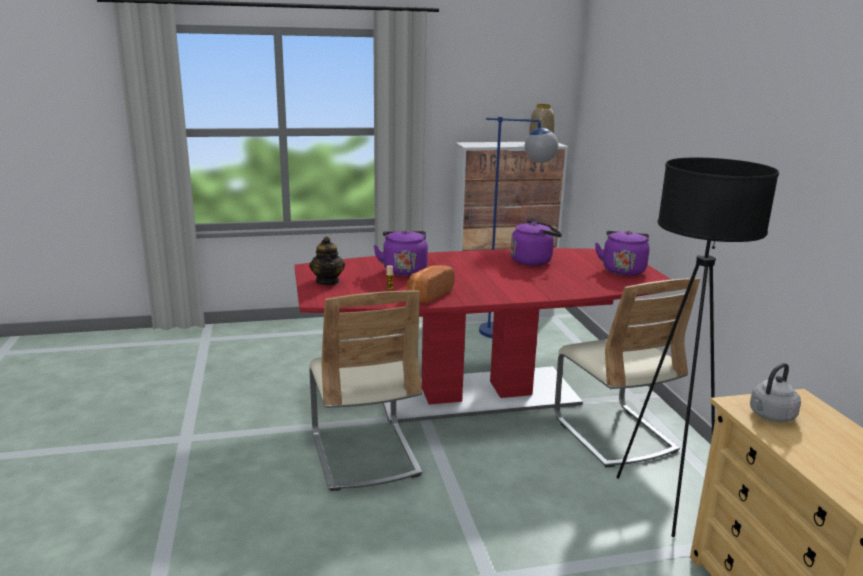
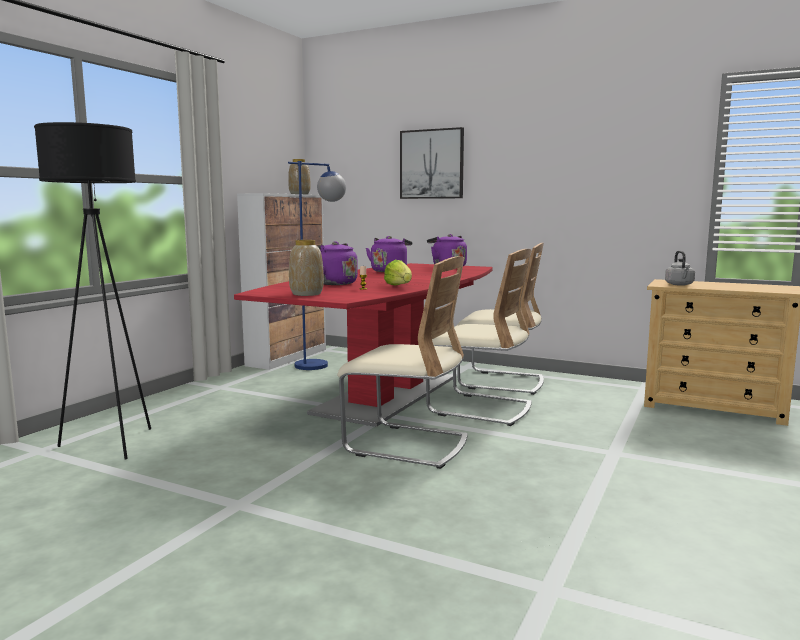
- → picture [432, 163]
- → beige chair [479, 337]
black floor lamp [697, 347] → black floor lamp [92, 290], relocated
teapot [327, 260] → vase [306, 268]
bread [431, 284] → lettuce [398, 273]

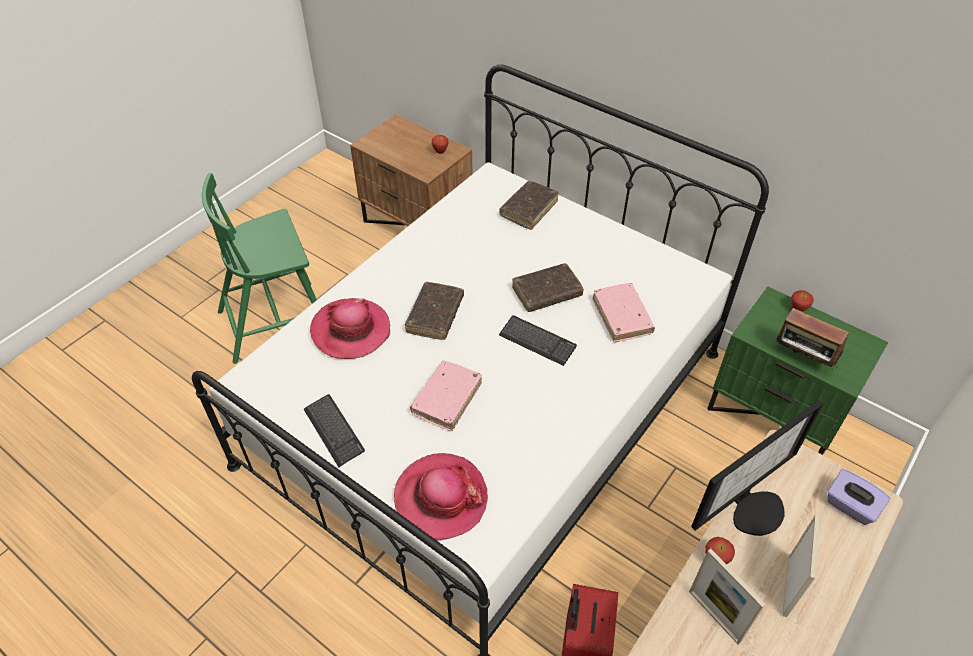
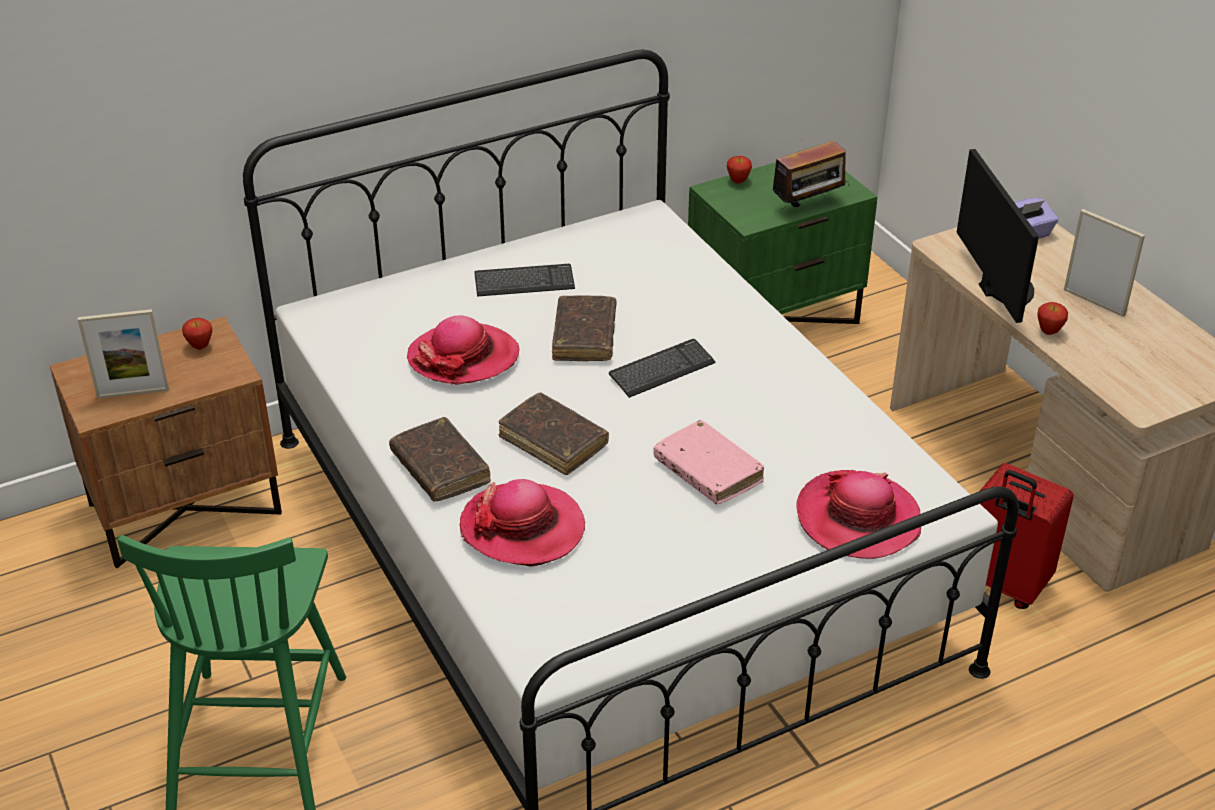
pink book [623, 313] → -
- → hat [463, 350]
keyboard [334, 430] → keyboard [524, 280], relocated
brown book [529, 205] → brown book [440, 459], relocated
picture frame [727, 596] → picture frame [123, 354], relocated

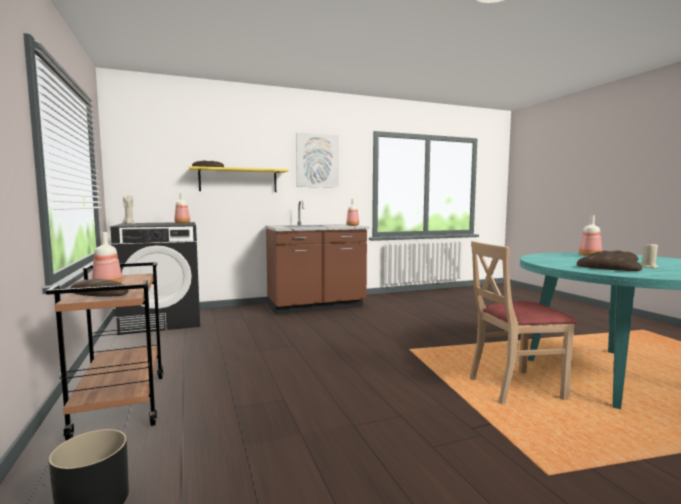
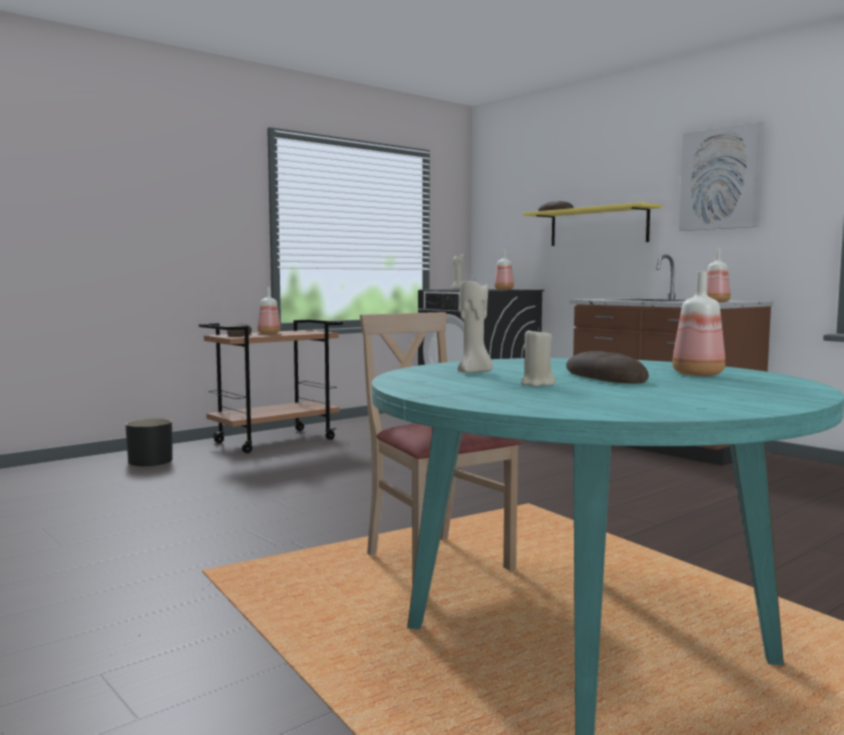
bread [609, 263] → beige candle [475, 327]

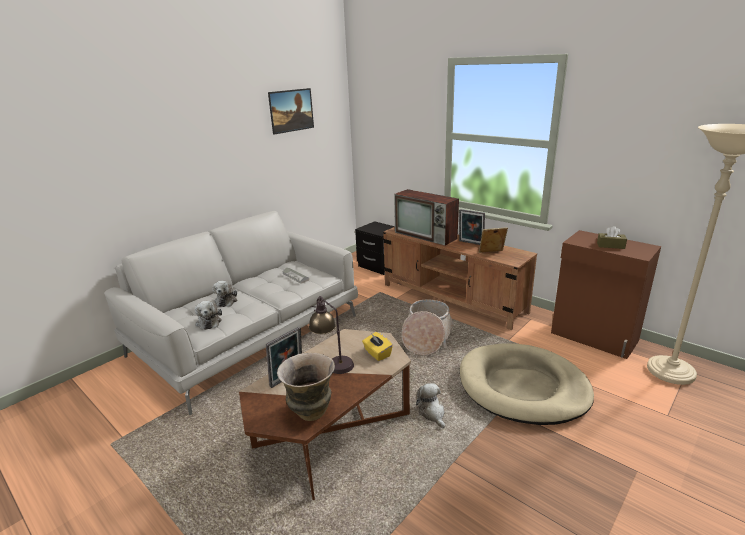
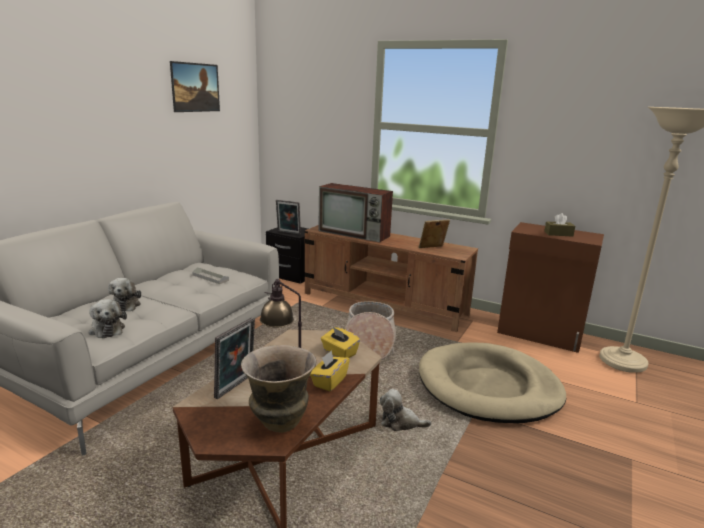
- → yellow tissue box [330, 370]
picture frame [472, 227] → picture frame [288, 217], relocated
plush toy [430, 405] → plush toy [405, 410], 45 degrees counterclockwise

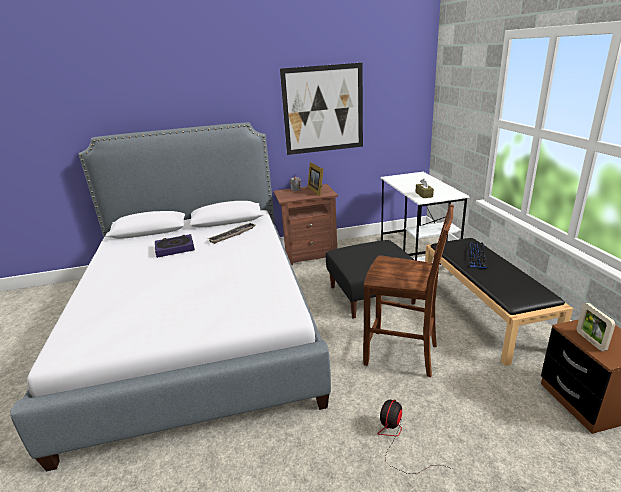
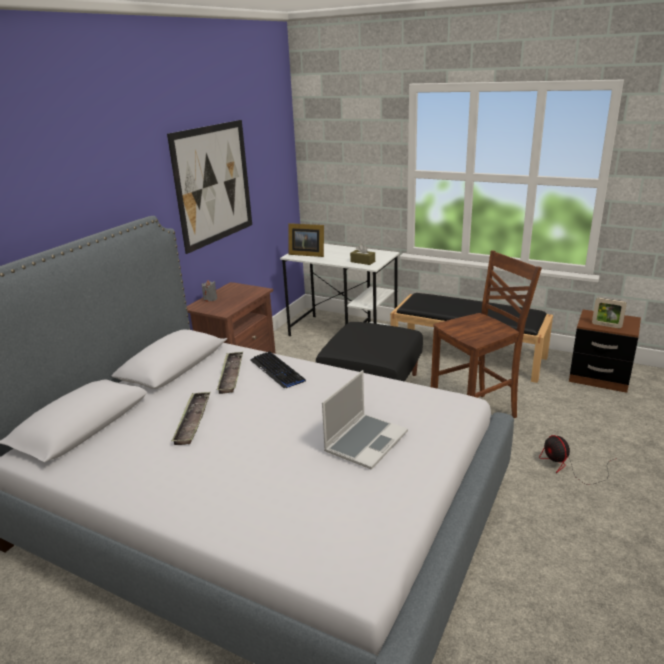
- → laptop [365, 420]
picture frame [315, 179] → picture frame [306, 240], relocated
keyboard [476, 255] → keyboard [278, 369], relocated
book [175, 246] → tray [191, 418]

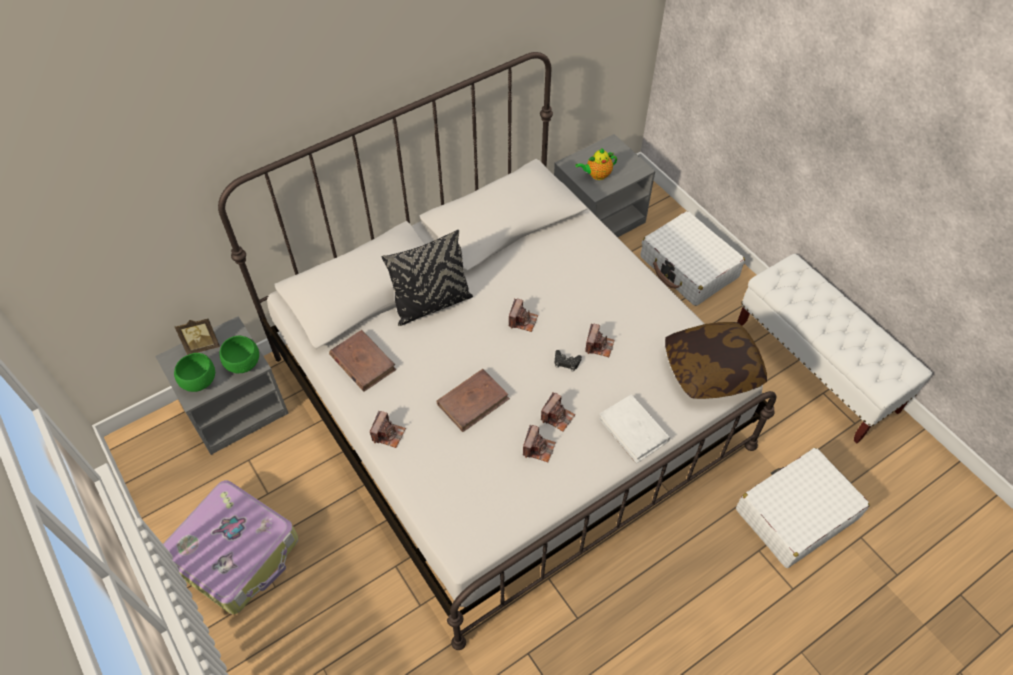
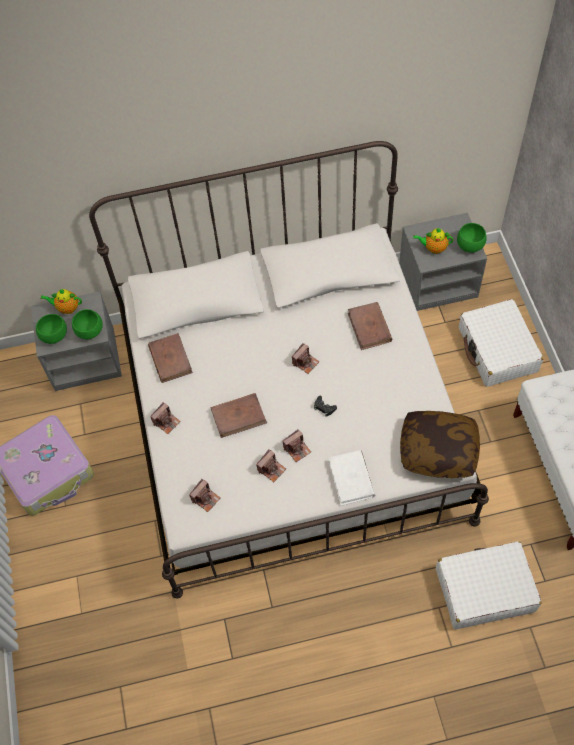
black pillow [427, 278] → -
- → brown book [370, 326]
- → green bowl [471, 238]
photo camera [599, 340] → photo camera [204, 495], relocated
picture frame [197, 337] → teapot [61, 301]

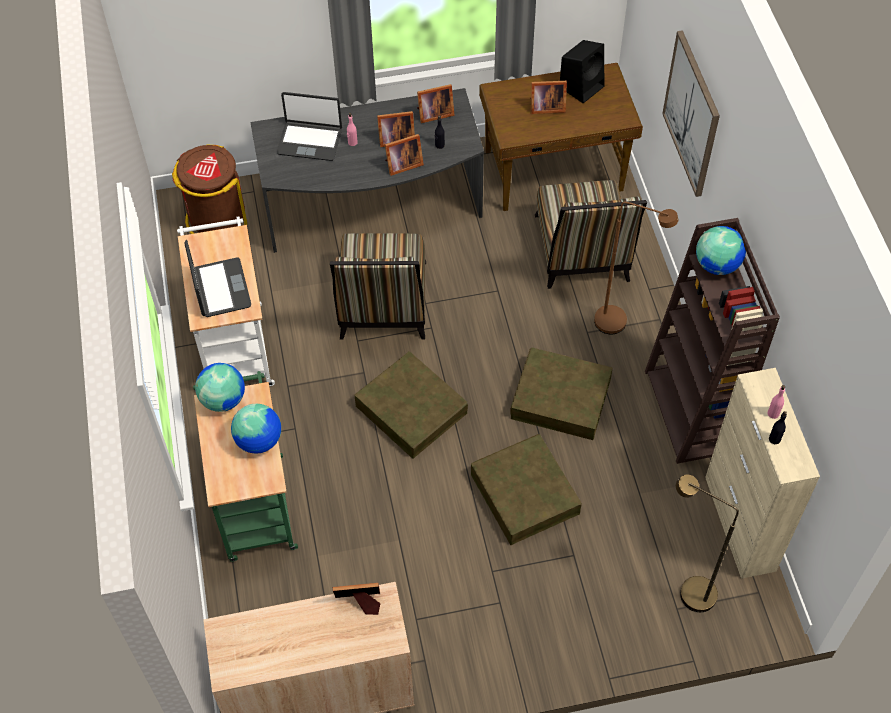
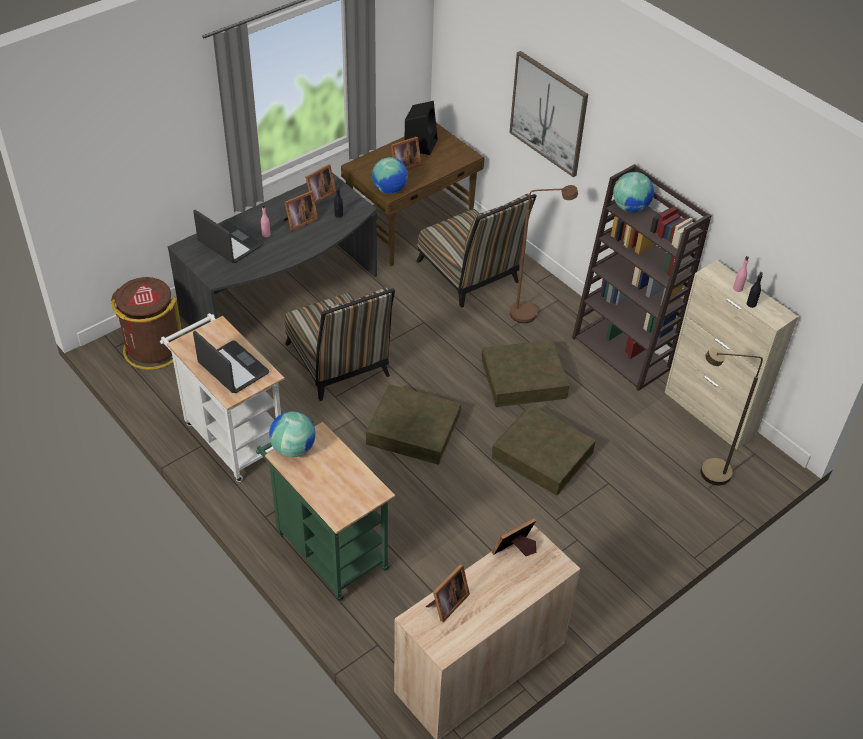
globe [256, 428] → globe [390, 175], relocated
picture frame [404, 155] → picture frame [448, 593], relocated
laptop [309, 126] → laptop [227, 236], 120 degrees counterclockwise

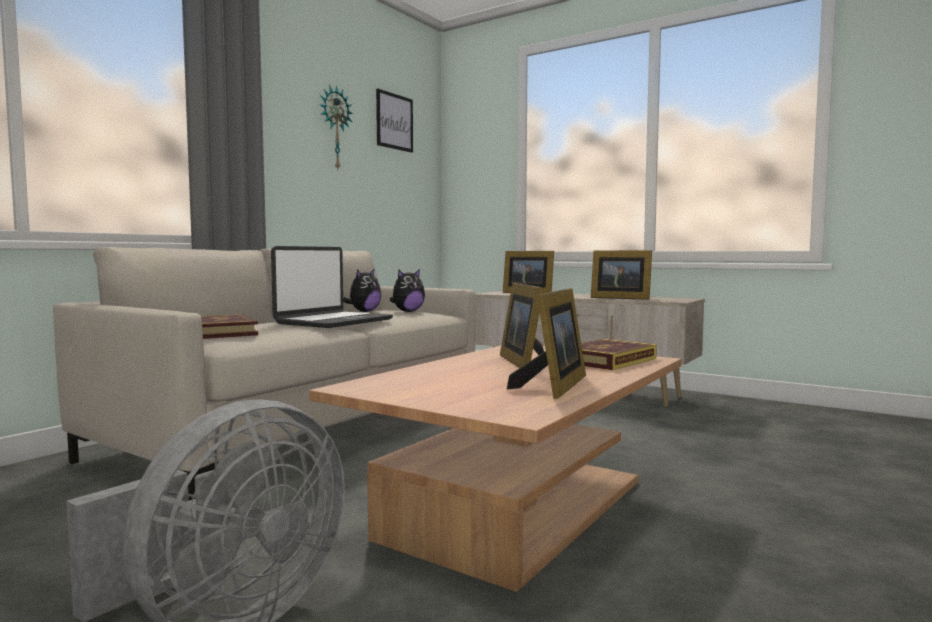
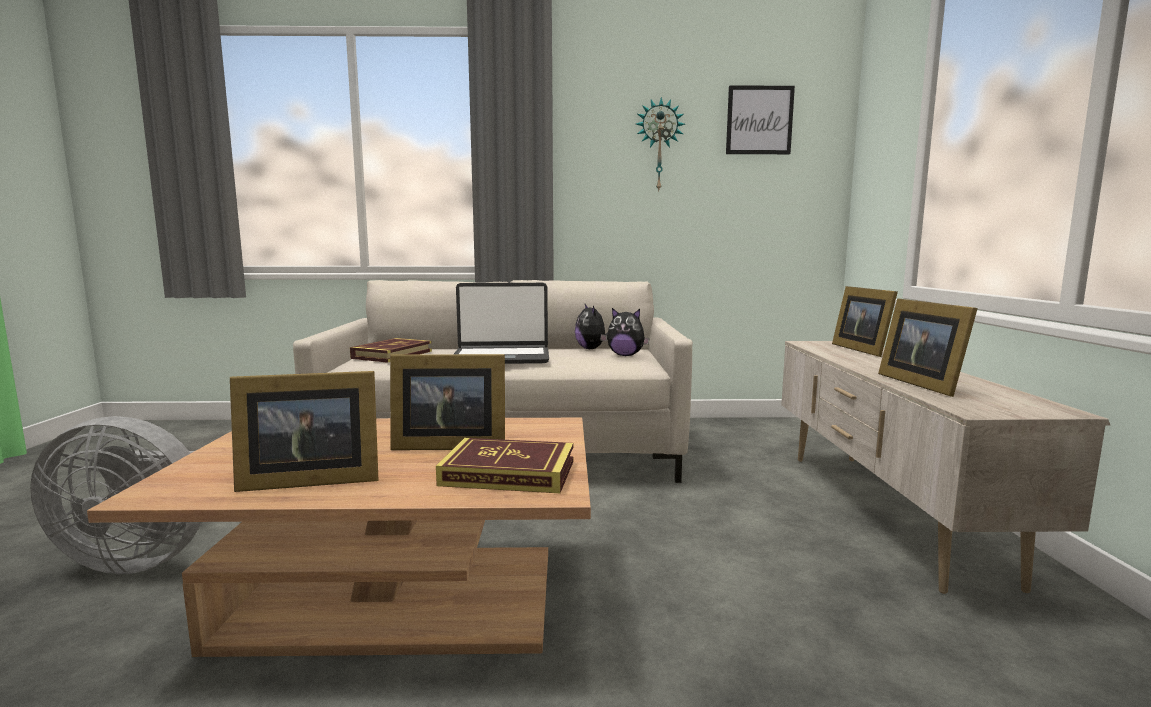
plush toy [362, 290] → plush toy [591, 326], 75 degrees clockwise
picture frame [522, 325] → picture frame [447, 402], 135 degrees counterclockwise

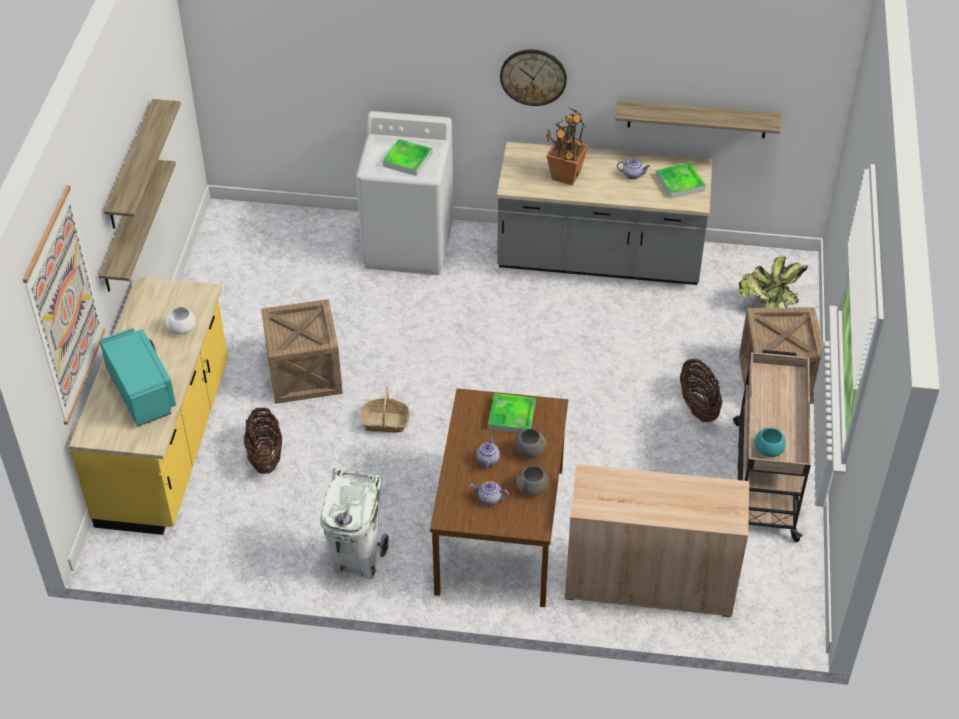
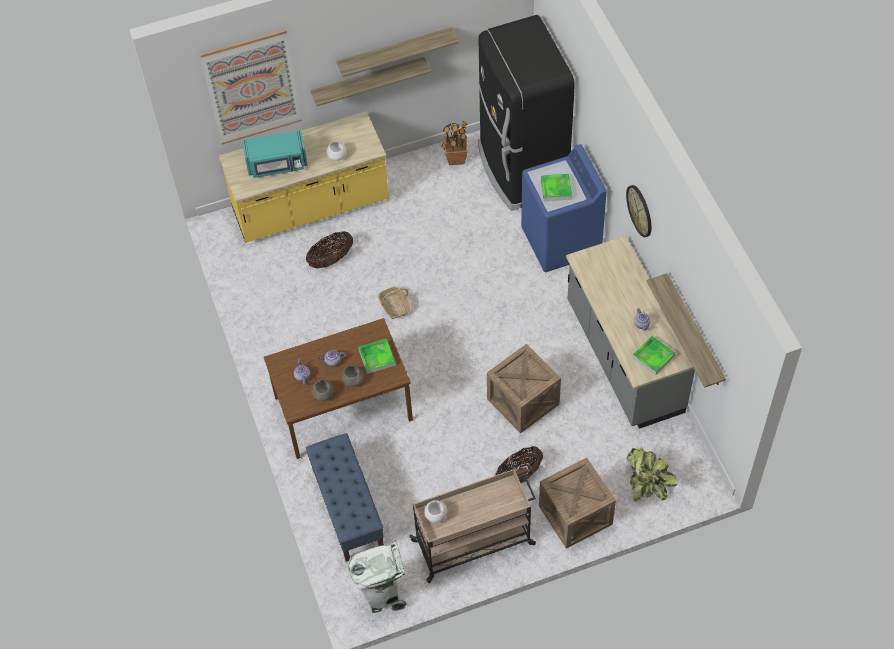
- → black fridge [526, 113]
crate [302, 351] → crate [524, 388], relocated
white trash can [354, 523] → white trash can [377, 577], relocated
potted plant [567, 146] → potted plant [455, 143], relocated
beige cabinet [657, 540] → blue bench [345, 497]
white washing machine [405, 193] → blue washing machine [564, 208]
turquoise bowl [770, 442] → white bowl [435, 511]
turquoise microwave [137, 377] → turquoise microwave [275, 154], 45 degrees clockwise

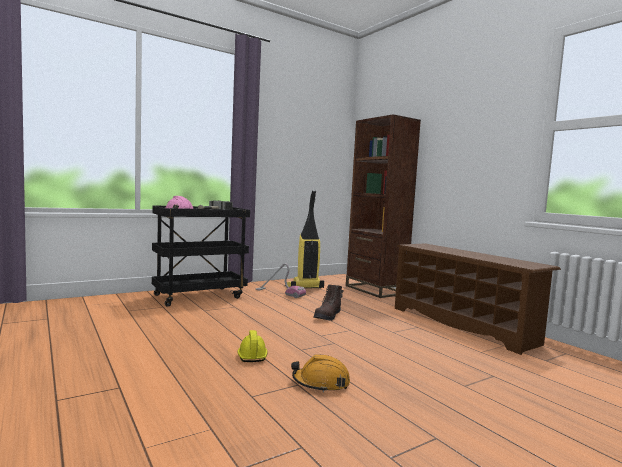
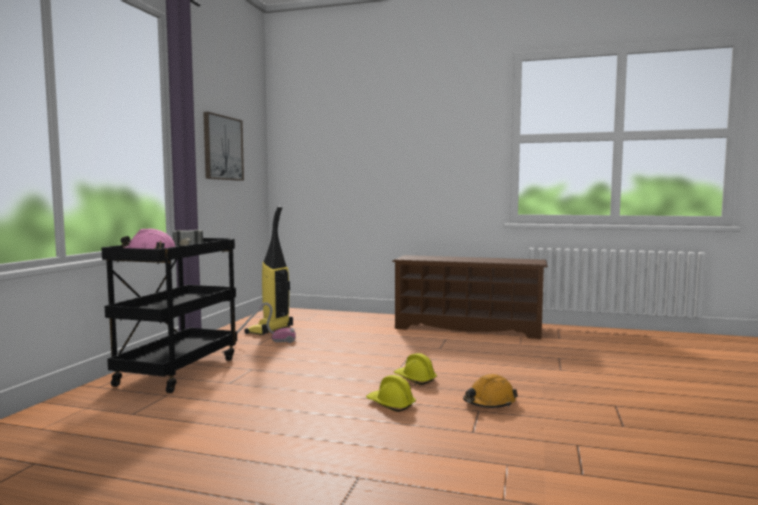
brown boot [329, 302] → -
brown bookcase [383, 206] → -
- → picture [223, 146]
- → yellow hard hat [415, 369]

